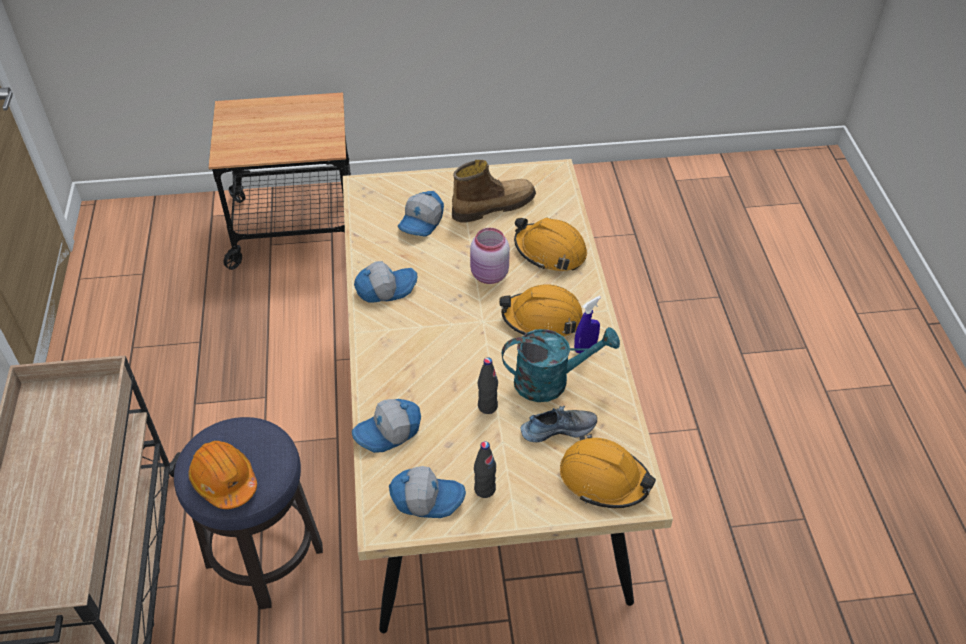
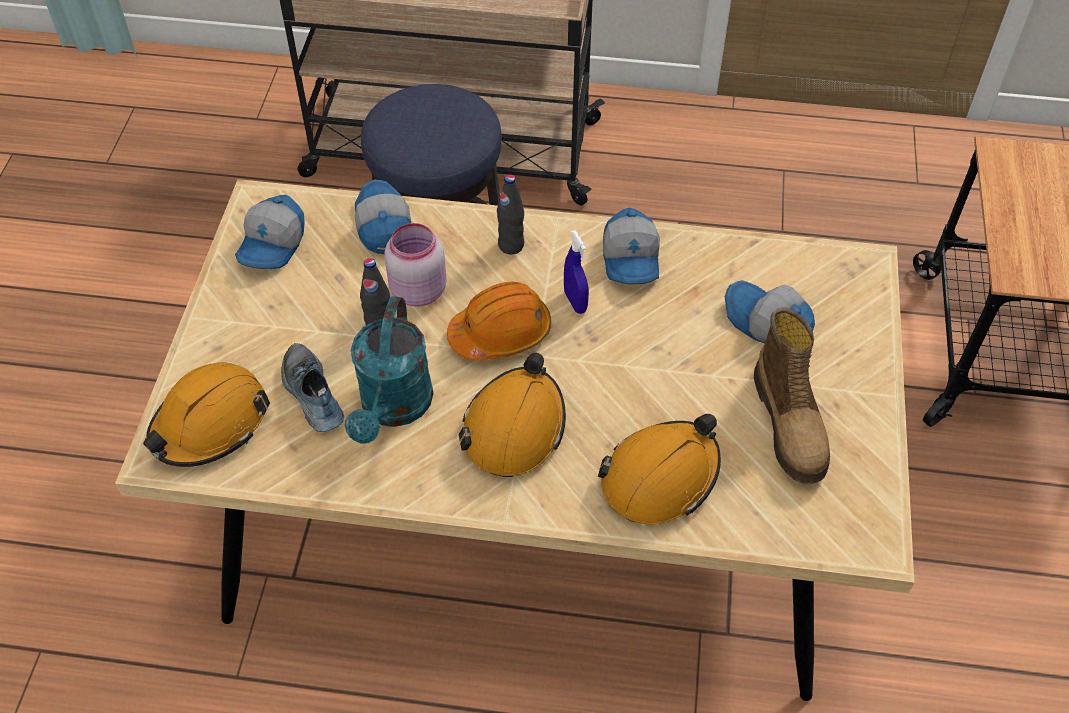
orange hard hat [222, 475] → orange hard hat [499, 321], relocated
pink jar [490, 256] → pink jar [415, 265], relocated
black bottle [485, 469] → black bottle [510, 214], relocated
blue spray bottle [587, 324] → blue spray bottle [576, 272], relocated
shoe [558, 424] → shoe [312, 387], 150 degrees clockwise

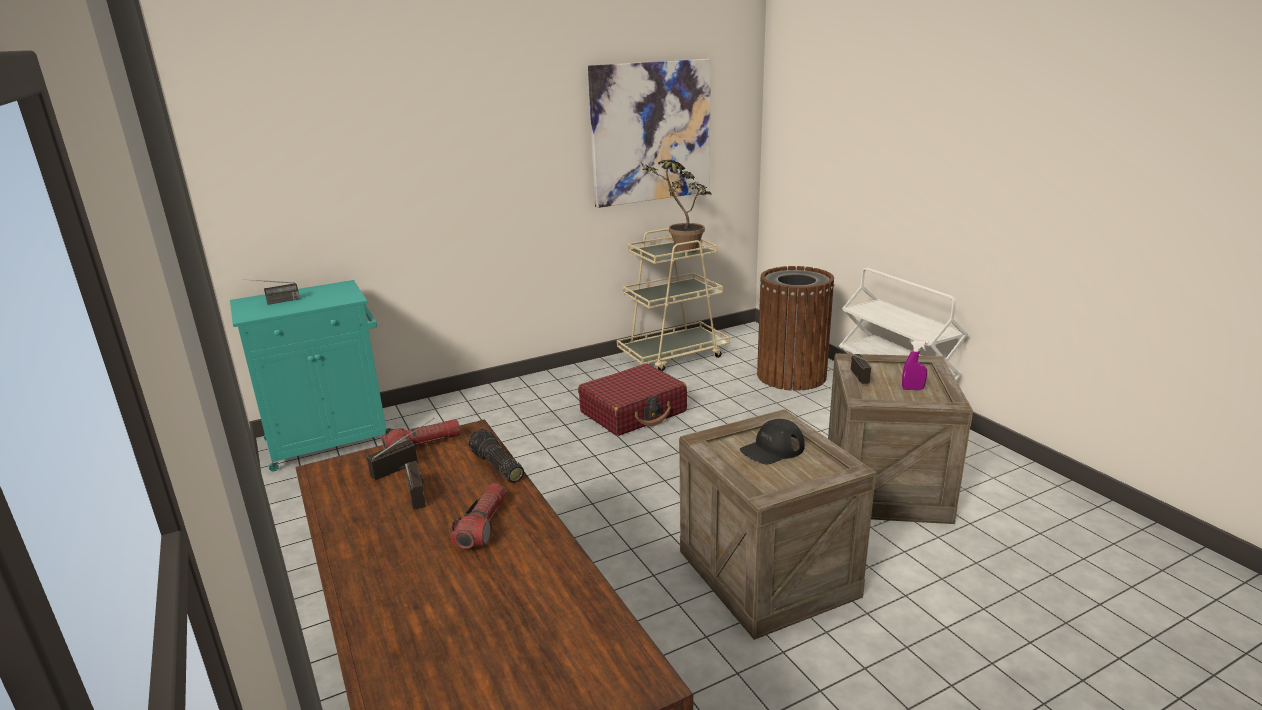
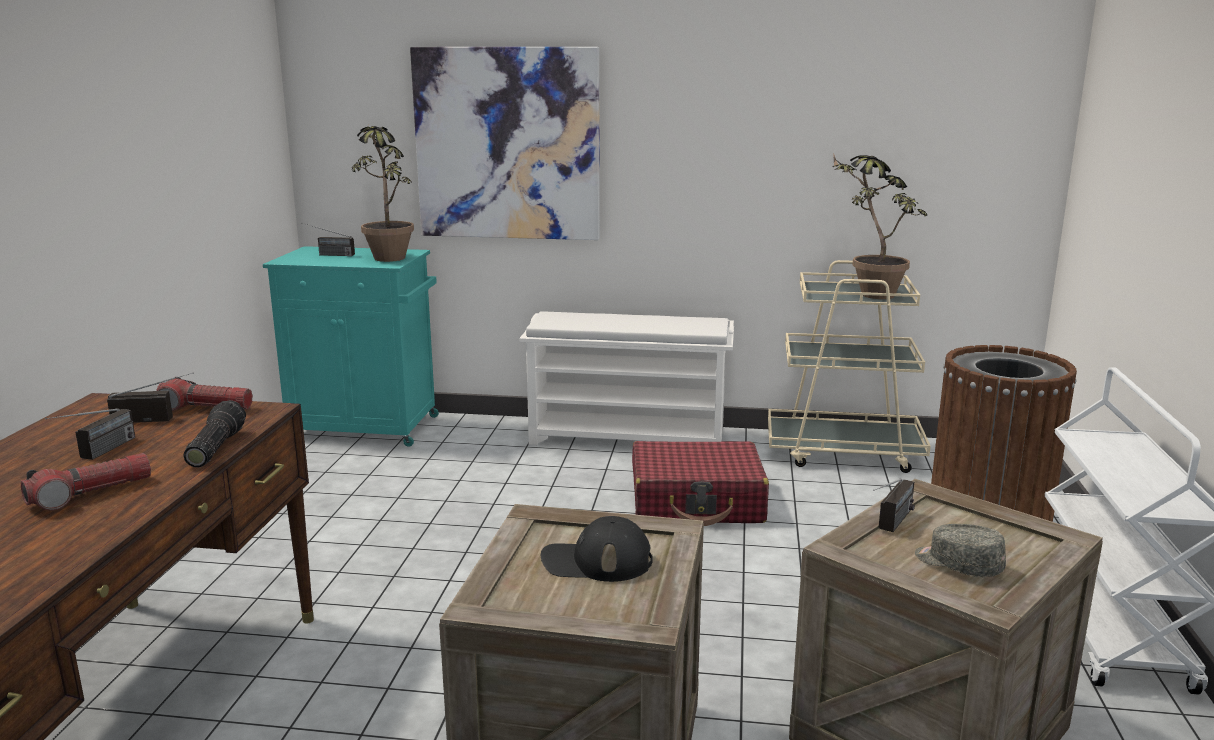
- → potted plant [383, 193]
- → white shoe rack [626, 378]
picture [649, 133] → picture [505, 143], relocated
purple spray bottle [915, 365] → grey cap [960, 550]

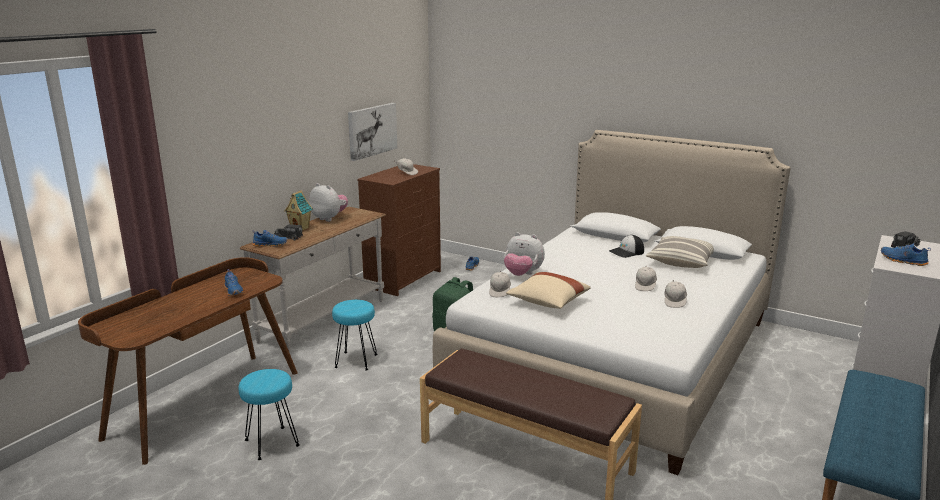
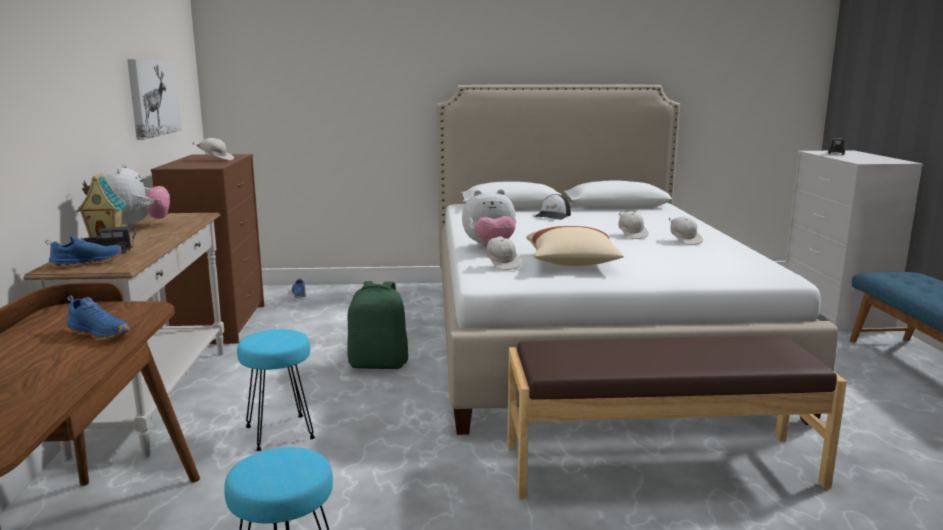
pillow [680, 252] → -
blue shoe [906, 254] → -
plush toy [328, 202] → plush toy [137, 196], 75 degrees clockwise

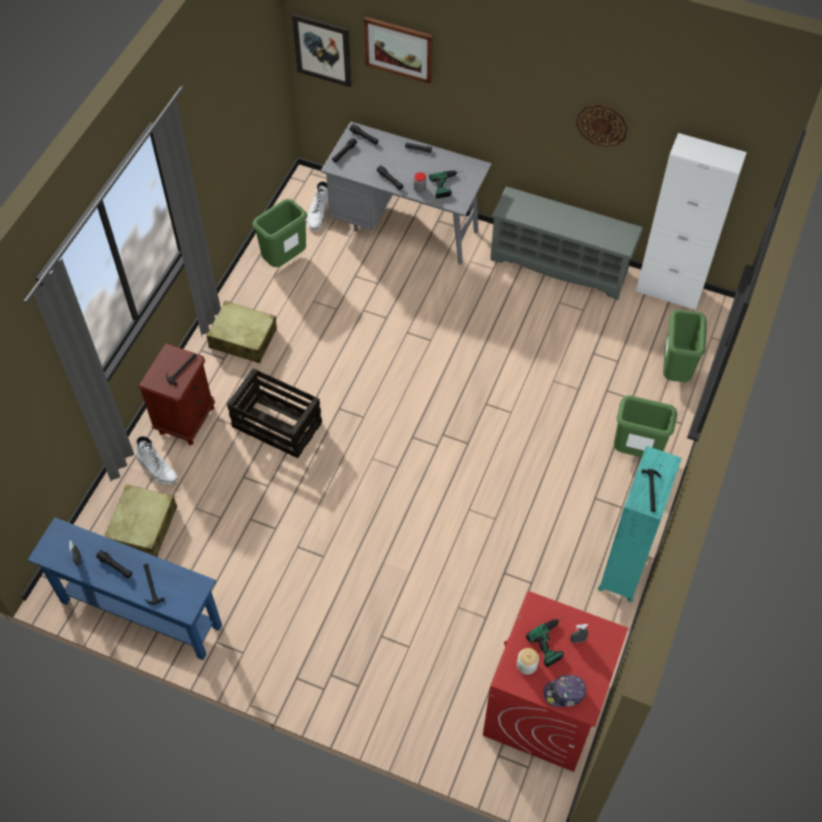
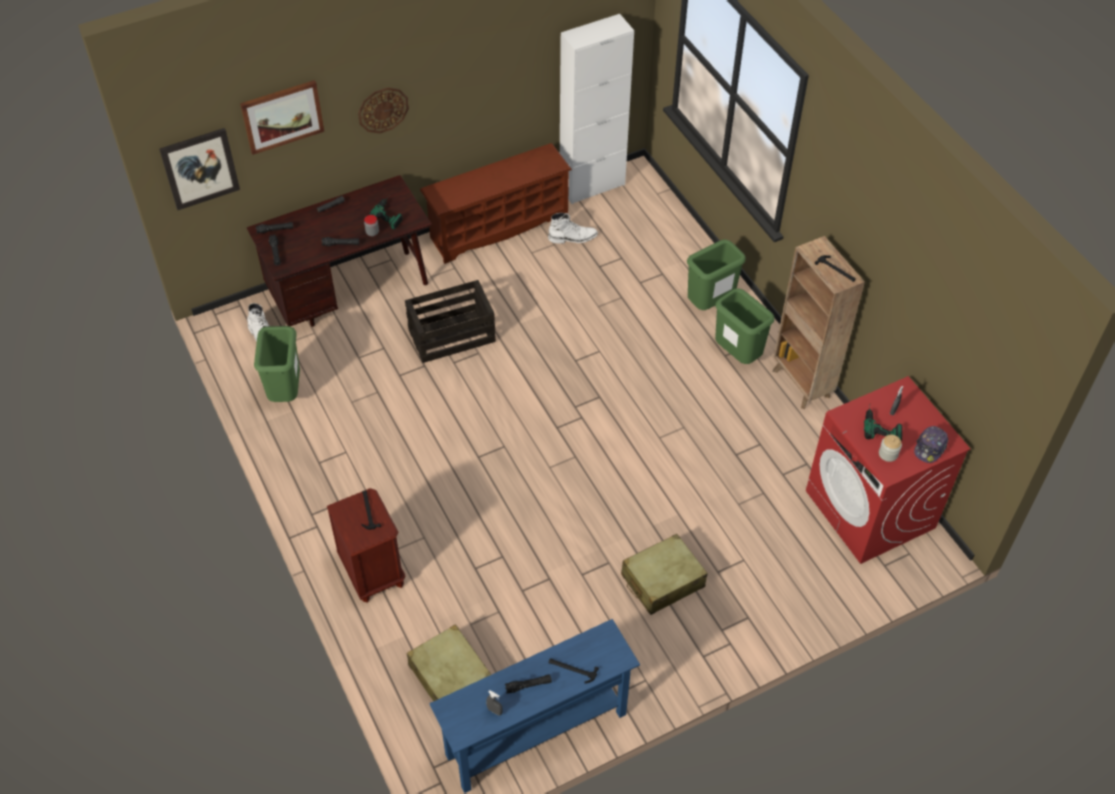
white boot [157, 460] → white boot [573, 228], relocated
beige suitcase [242, 332] → beige suitcase [664, 574], relocated
crate [274, 413] → crate [450, 321], relocated
wall clock [602, 125] → wall clock [383, 110], relocated
green trash can [685, 346] → green trash can [745, 326], relocated
grey desk [406, 193] → brown desk [339, 251]
grey shoe rack [567, 243] → brown shoe rack [496, 203]
turquoise bookcase [640, 524] → brown bookcase [819, 322]

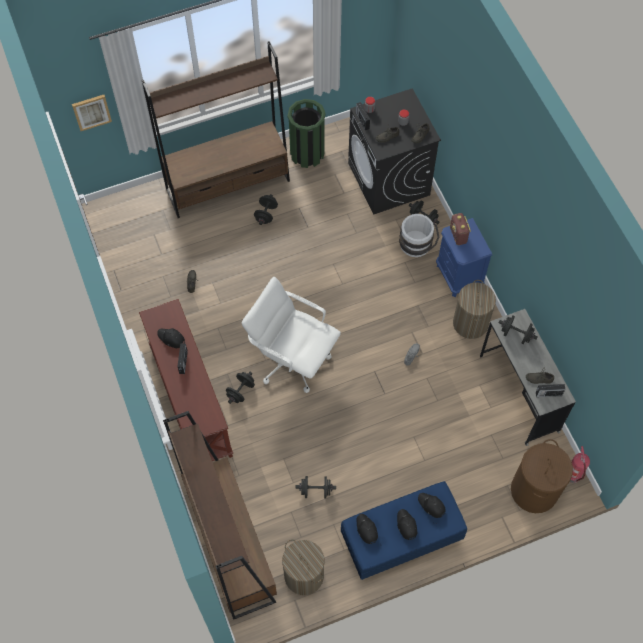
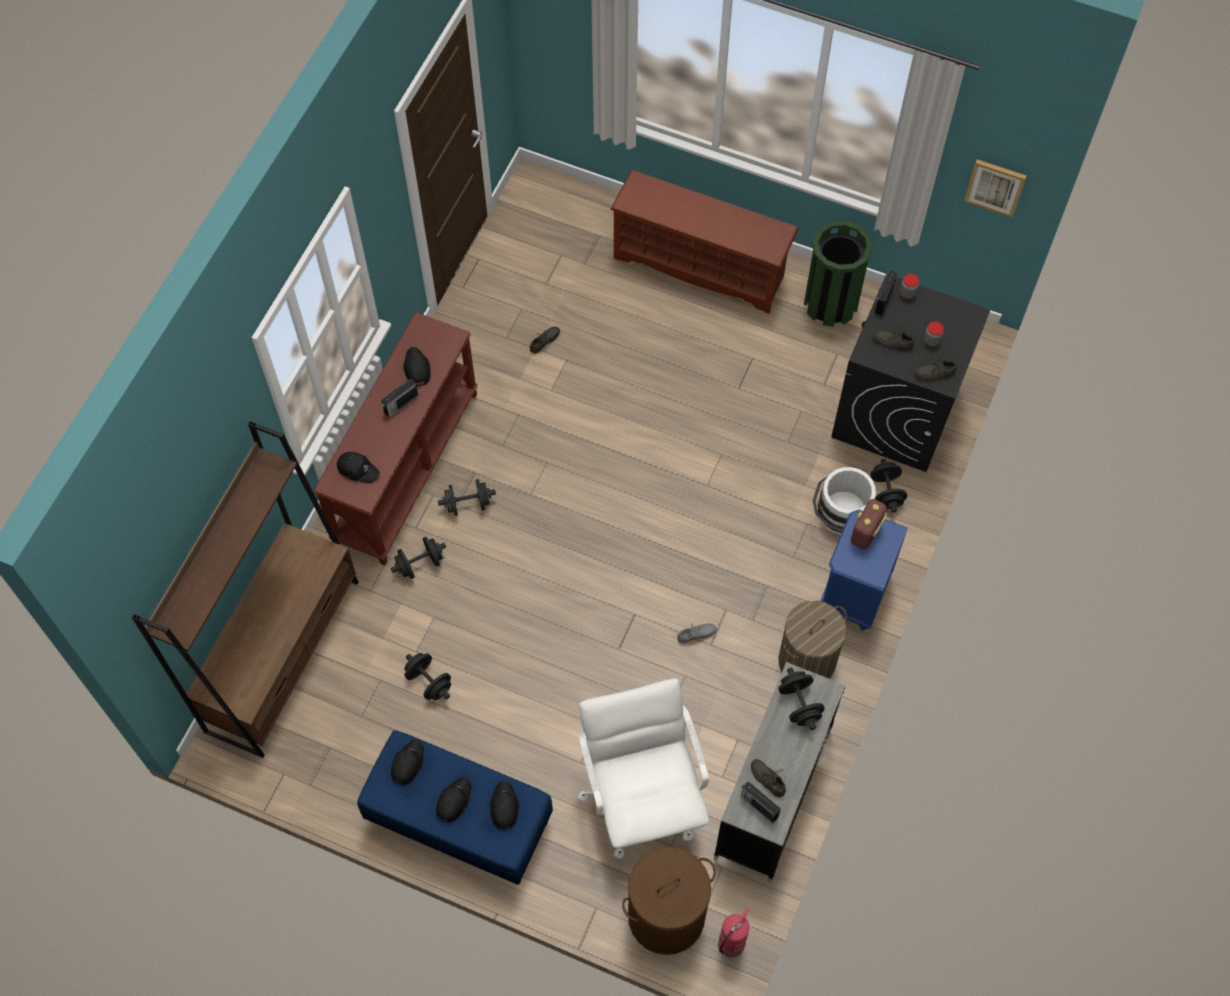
laundry basket [303, 567] → -
- → black cap [358, 467]
picture [92, 113] → picture [995, 188], relocated
white office chair [291, 335] → white office chair [643, 768], relocated
black dumbbell [266, 209] → black dumbbell [418, 558], relocated
brown bookcase [216, 129] → brown shoe rack [704, 242]

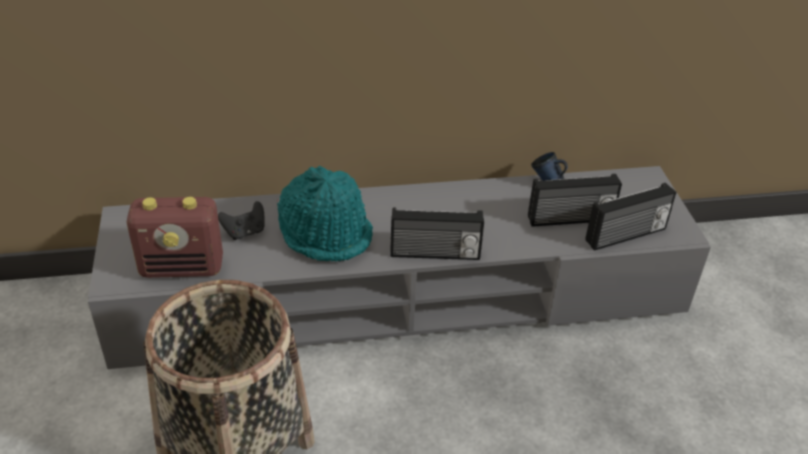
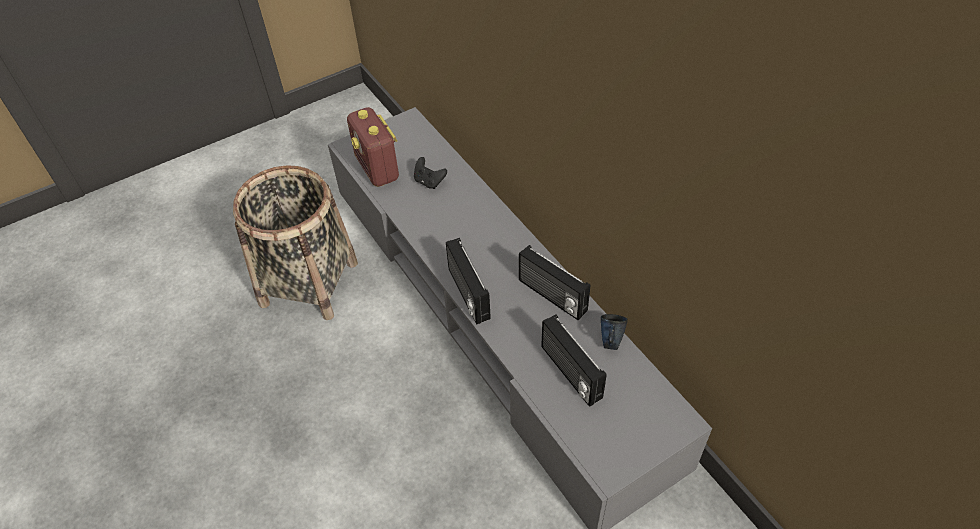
turquoise hat [325, 213] → -
radio [630, 217] → radio [554, 282], relocated

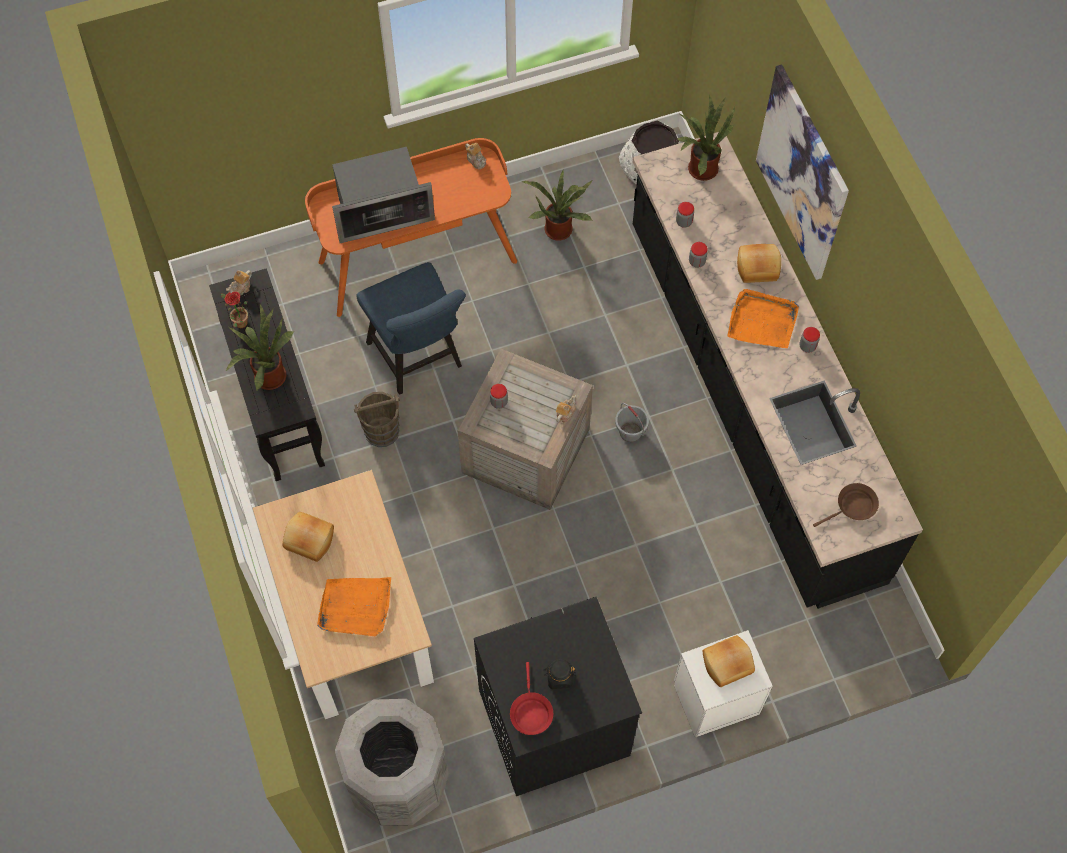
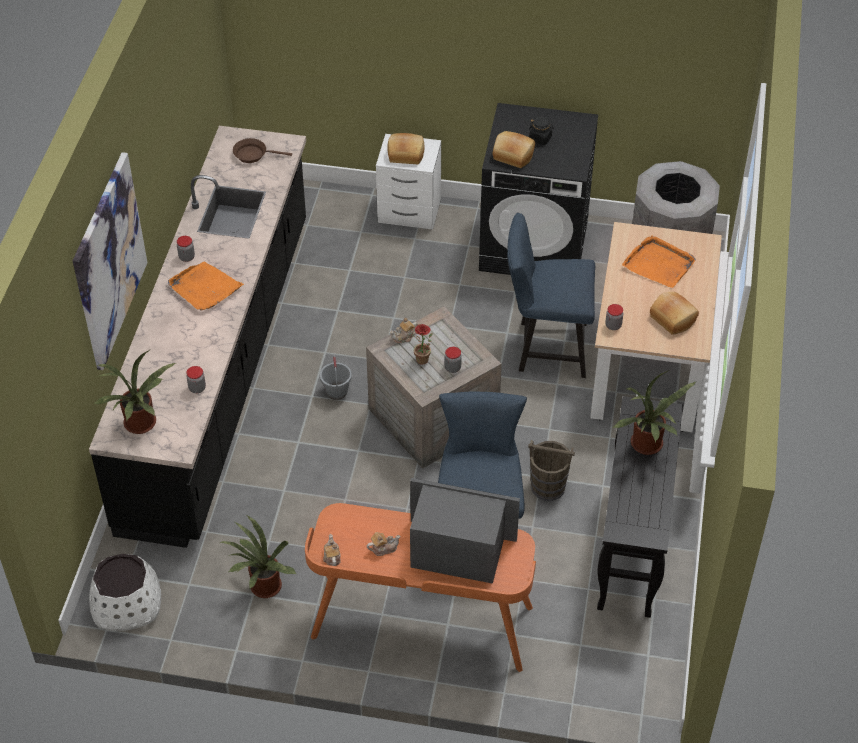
red frying pan [531, 698] → -
- → blue chair [551, 295]
potted plant [234, 309] → potted plant [422, 344], relocated
teapot [239, 283] → teapot [383, 544], relocated
jar [698, 255] → jar [614, 317], relocated
bread [759, 263] → bread [513, 149], relocated

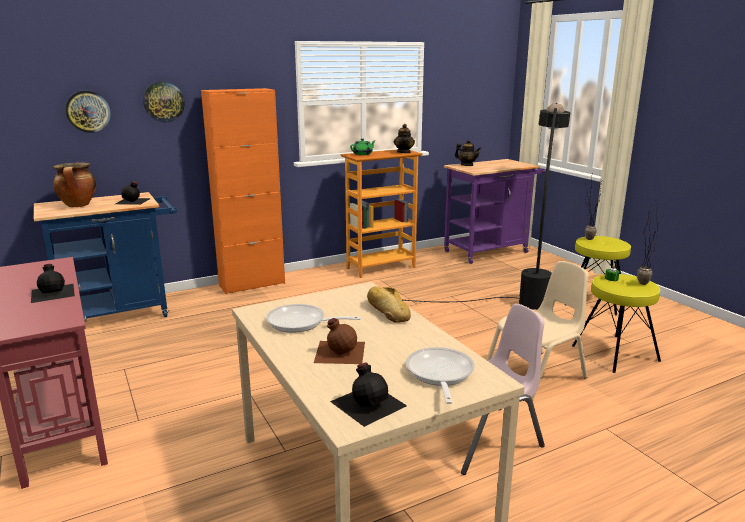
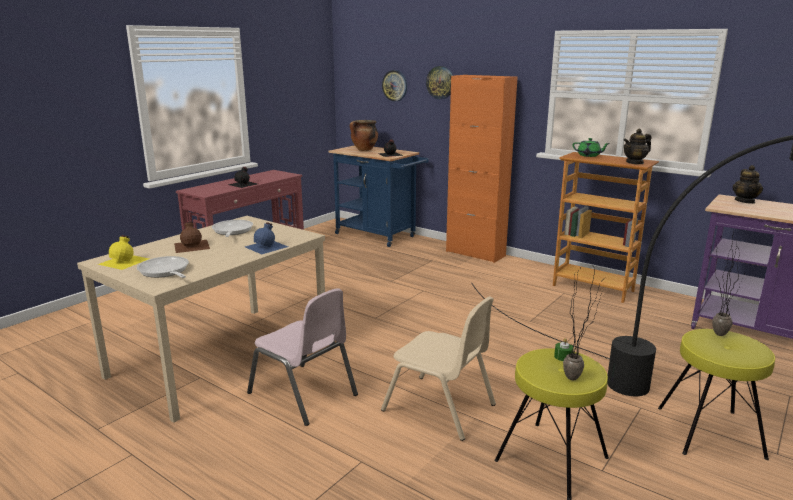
bread [389, 304] → blue bottle [266, 238]
black bottle [368, 394] → yellow bottle [123, 252]
frying pan [440, 375] → frying pan [163, 267], 105 degrees counterclockwise

